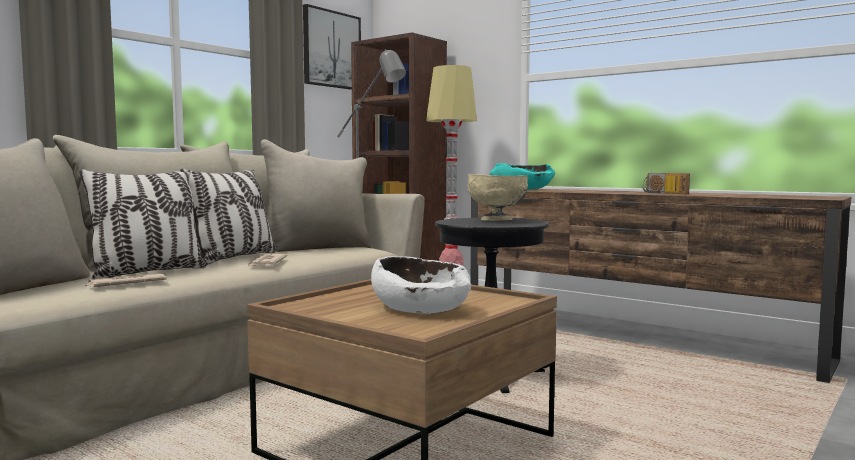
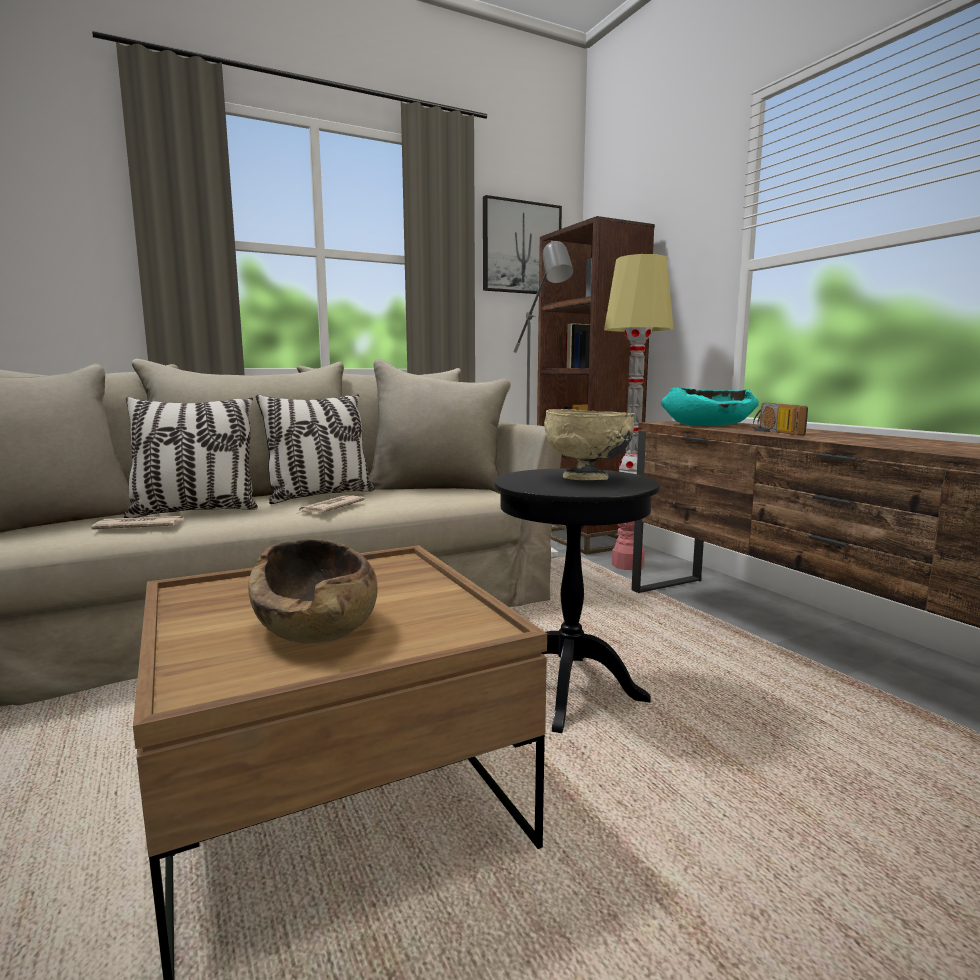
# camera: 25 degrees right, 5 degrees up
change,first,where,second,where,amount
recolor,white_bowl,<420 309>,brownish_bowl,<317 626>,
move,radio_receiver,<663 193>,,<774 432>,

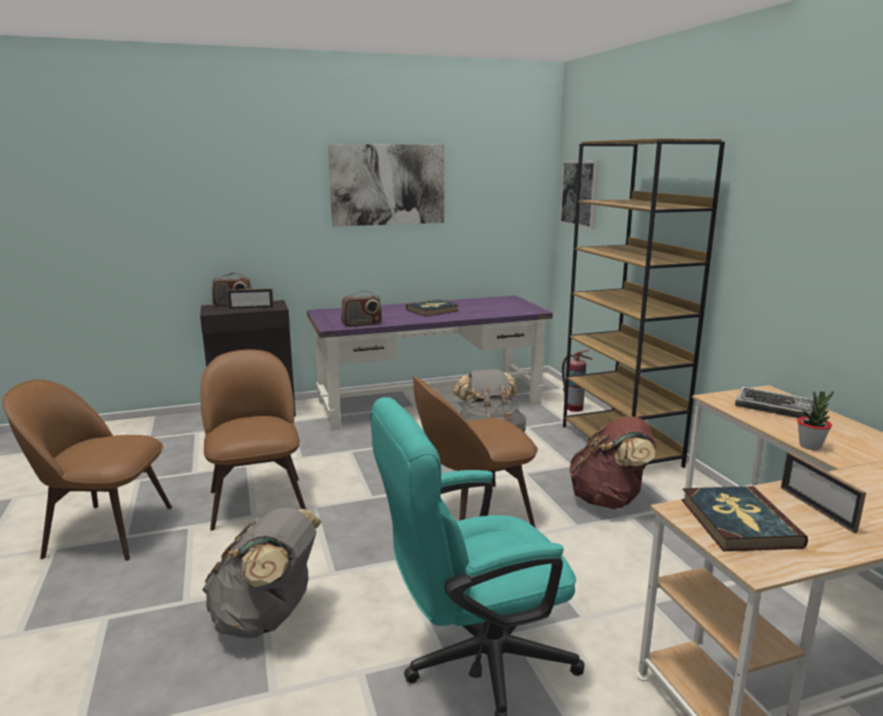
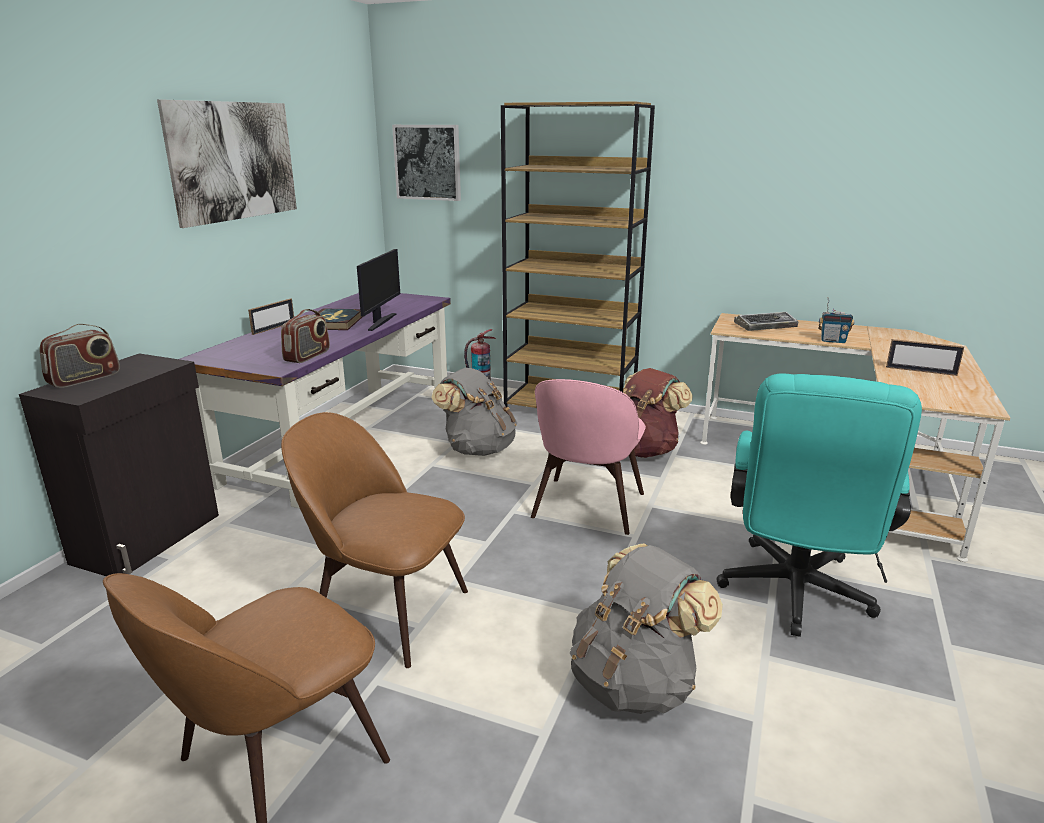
# camera: 50 degrees left, 5 degrees up
change,first,where,second,where,amount
move,picture_frame,<251 309>,,<274 328>,
insert,,,computer_screen,<380 322>,
recolor,brownish_upright_chair,<473 513>,pink_upright_chair,<587 508>,
replace,plant_in_a_pot,<810 446>,radio_receiver,<833 341>,
delete,book,<738 522>,,,

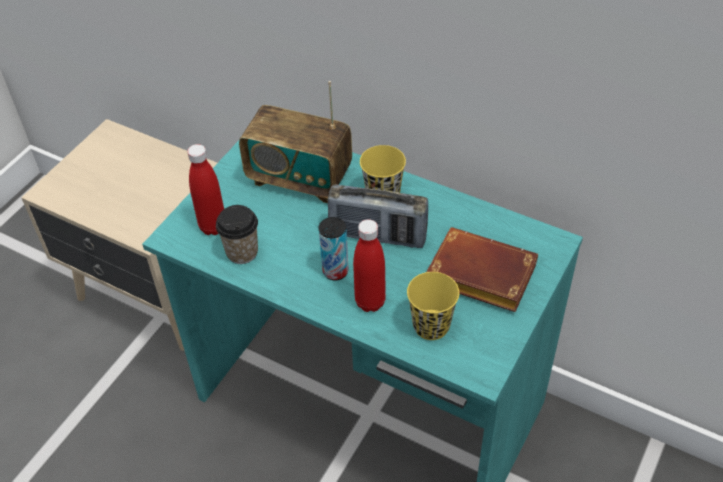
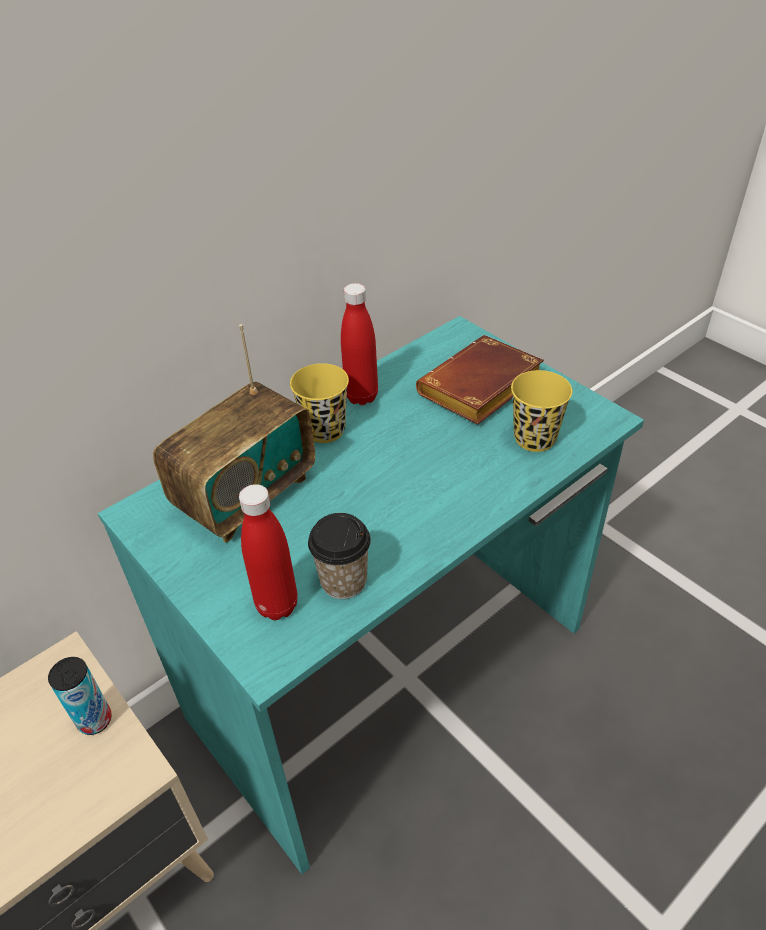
# camera: 70 degrees left, 5 degrees down
change,first,where,second,where,amount
move,can,<335 271>,,<95 720>,
move,red_drink_bottle,<370 302>,,<361 397>,
delete,radio_receiver,<378 236>,,,

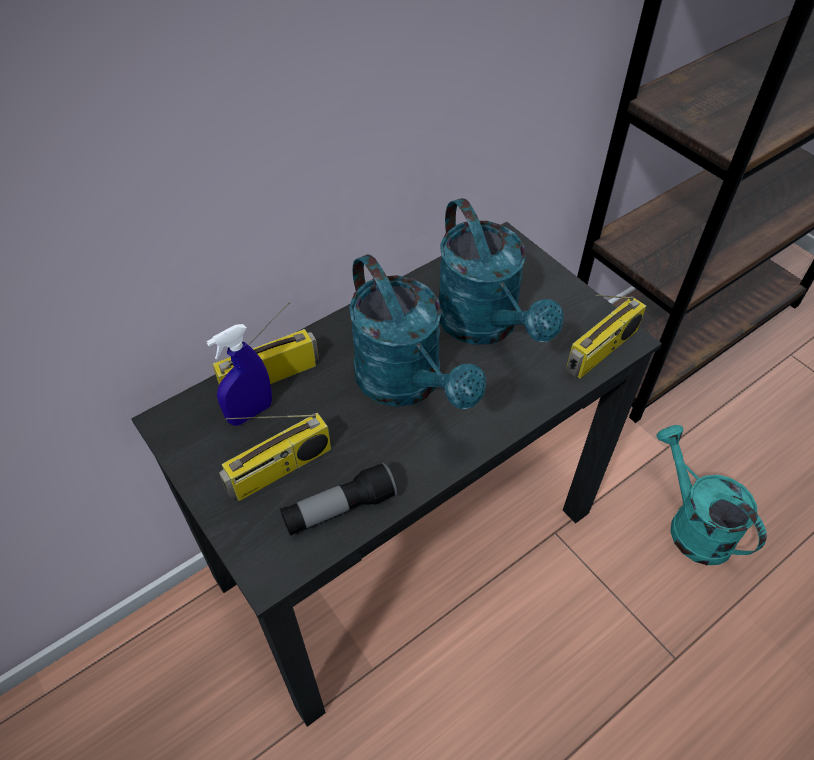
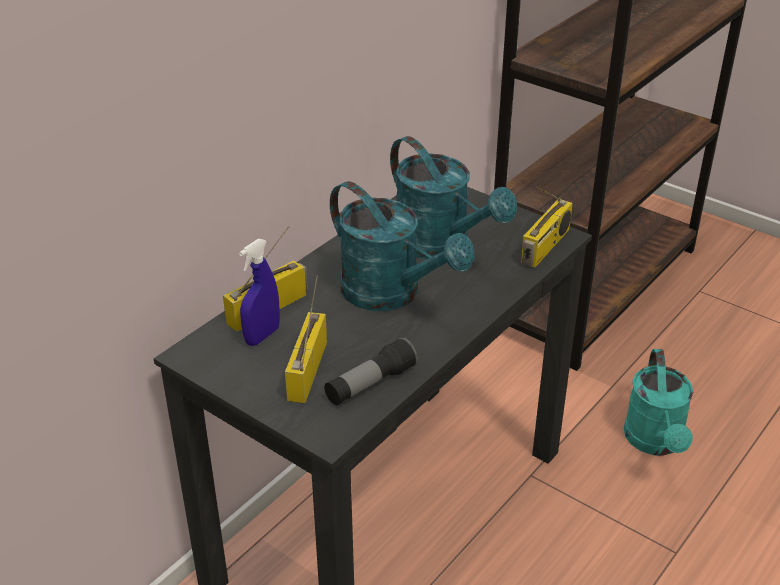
# camera: 15 degrees left, 15 degrees down
change,first,where,second,where,amount
rotate,radio_receiver,<279 470>,,<306 369>,150 degrees clockwise
rotate,blue-green_watering_can,<692 524>,,<656 443>,135 degrees counterclockwise

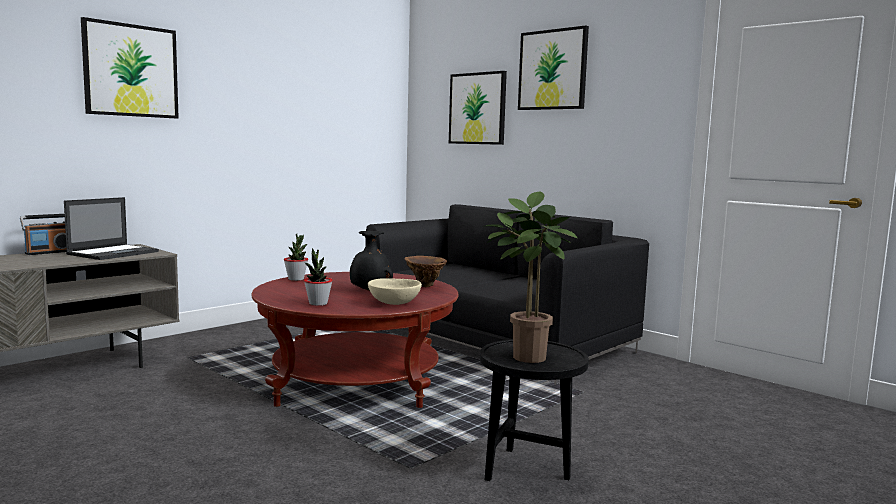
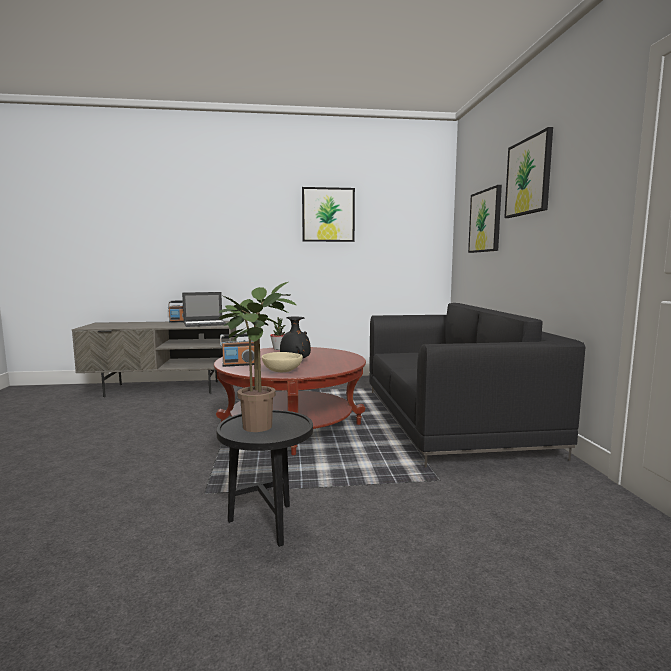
# camera: 40 degrees right, 0 degrees up
change,first,where,second,where,amount
replace,plant_in_a_pot,<318 303>,radio_receiver,<240 364>,
move,picture,<131 70>,,<328 215>,
delete,brownish_decorative_vase,<424 286>,,,

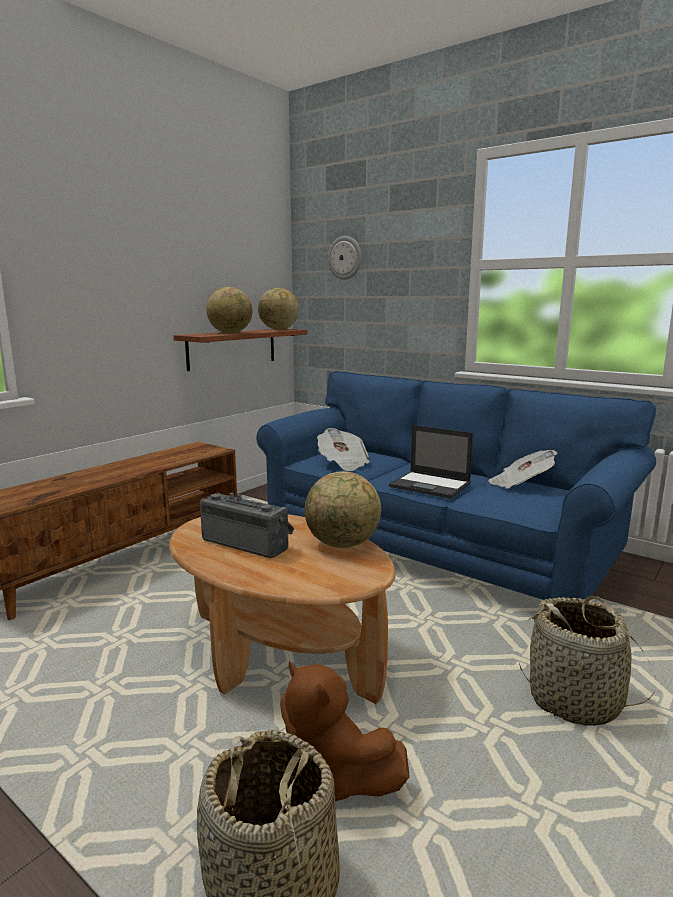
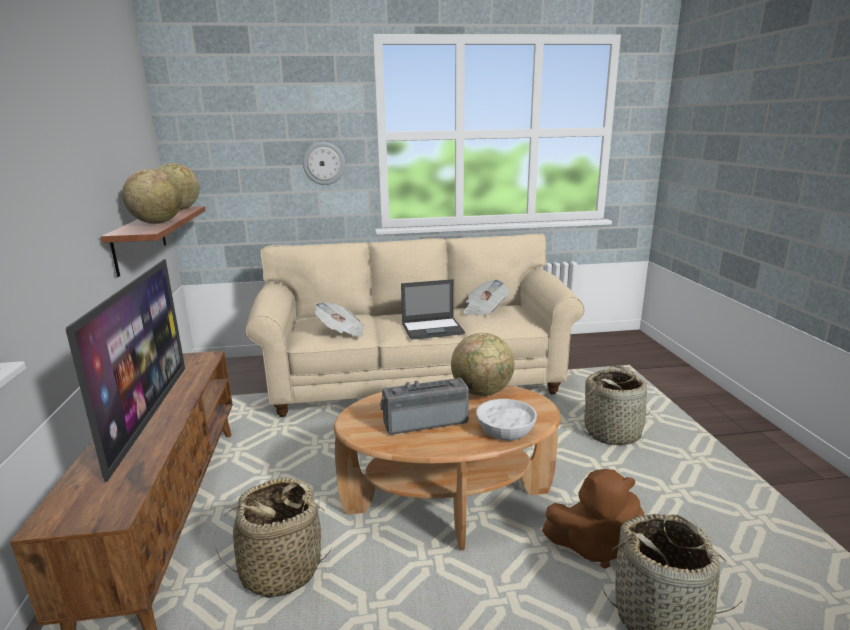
# camera: 45 degrees left, 5 degrees up
change,first,where,second,where,amount
insert,,,television,<148 415>,
insert,,,basket,<280 569>,
recolor,blue-coloured_settee,<435 548>,beige_settee,<415 379>,
move,hanging_clock,<345 258>,,<324 163>,
insert,,,white_bowl,<505 429>,

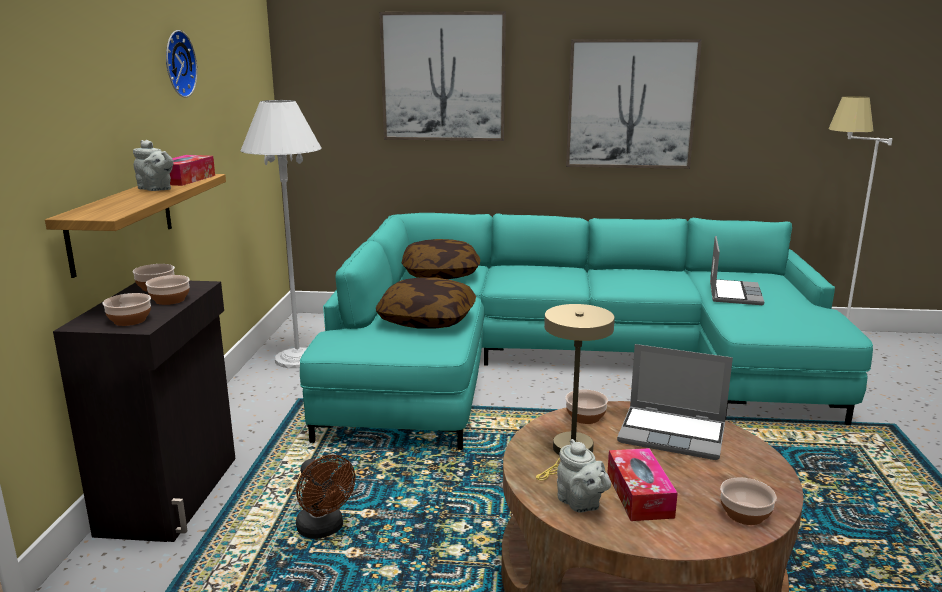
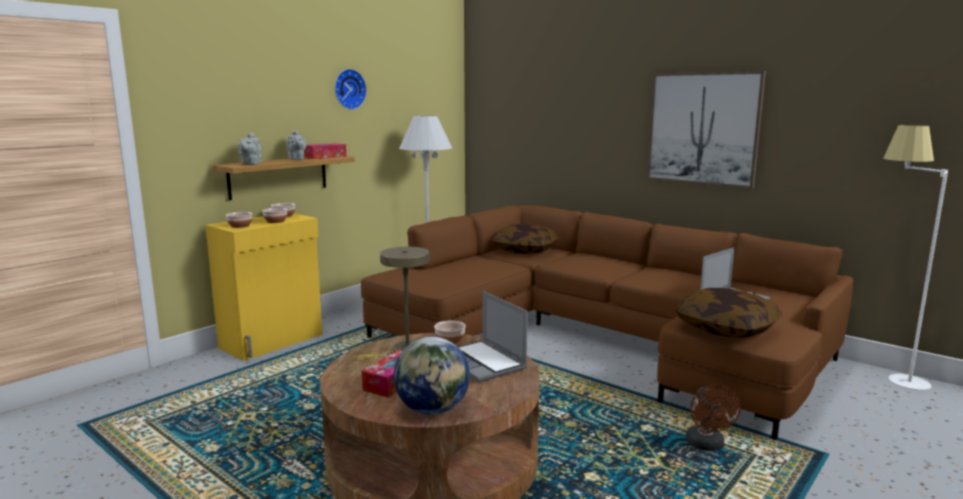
# camera: 35 degrees right, 5 degrees down
change,first,where,second,where,amount
recolor,black-coloured_cabinet,<173 494>,yellow_cabinet,<273 341>,
move,greyish_tea_pot,<581 504>,,<251 163>,
recolor,blue-green_settee,<565 364>,brownish_settee,<596 338>,
replace,bowl,<745 514>,globe,<433 410>,
move,pillow,<427 319>,,<726 328>,
move,brownish_fan,<324 530>,,<707 446>,
delete,picture,<443 77>,,,

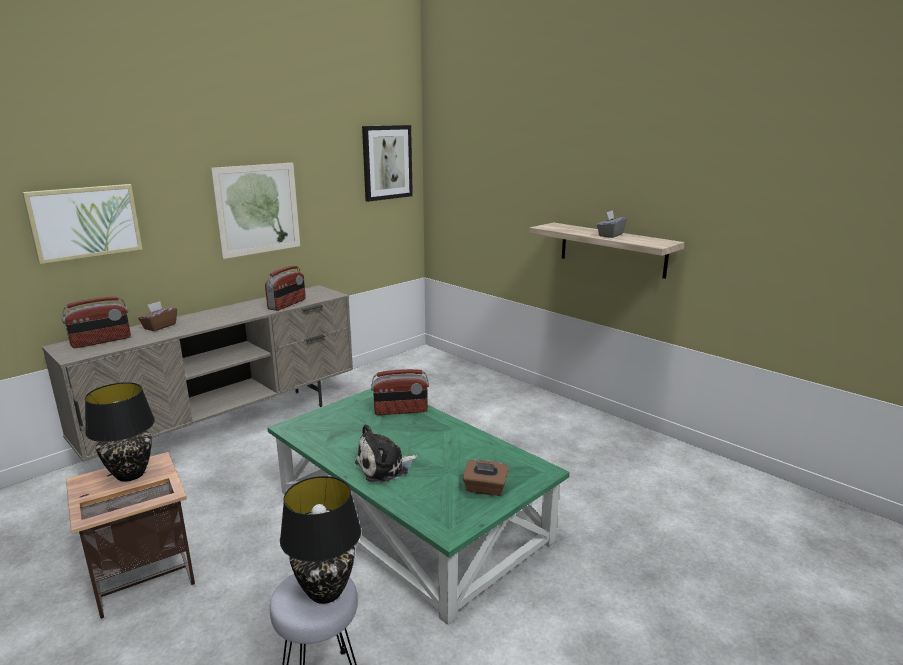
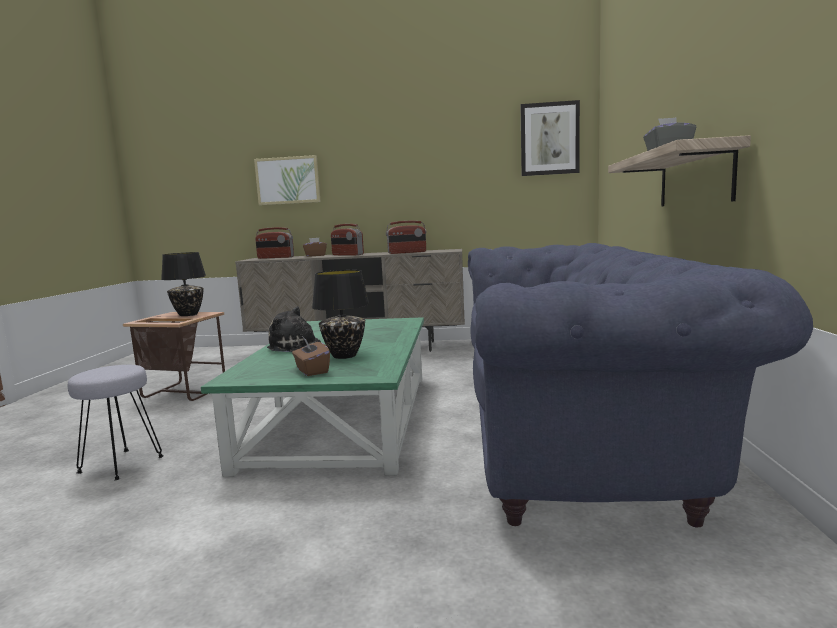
# camera: 50 degrees right, 10 degrees down
change,first,where,second,where,amount
move,black-coloured_tabletop_lamp,<325 593>,,<344 356>,
move,radio_receiver,<401 411>,,<347 255>,
insert,,,blue-coloured_settee,<576 420>,
delete,picture,<258 209>,,,

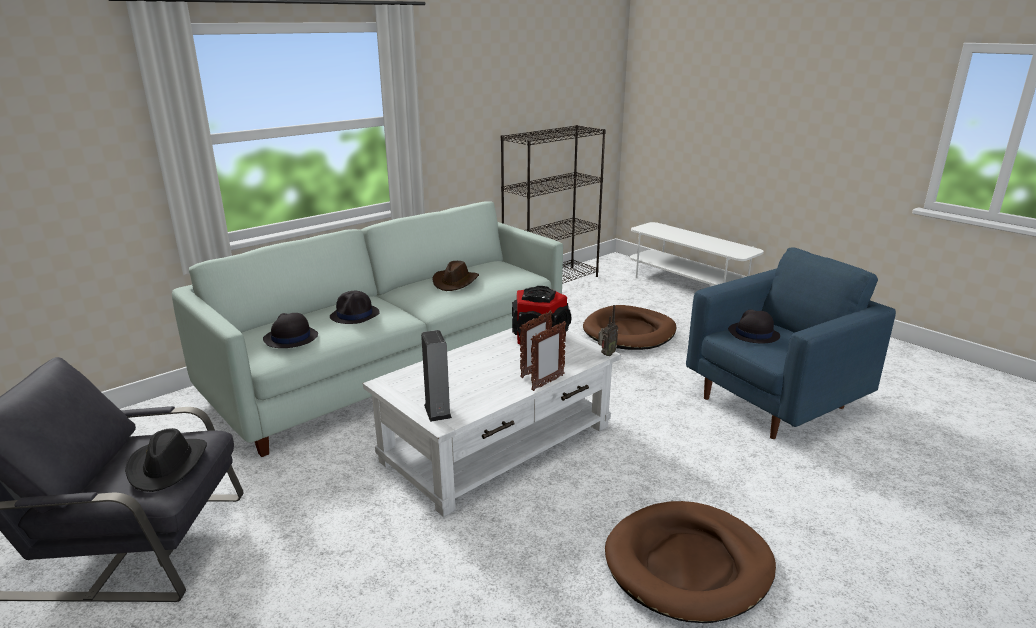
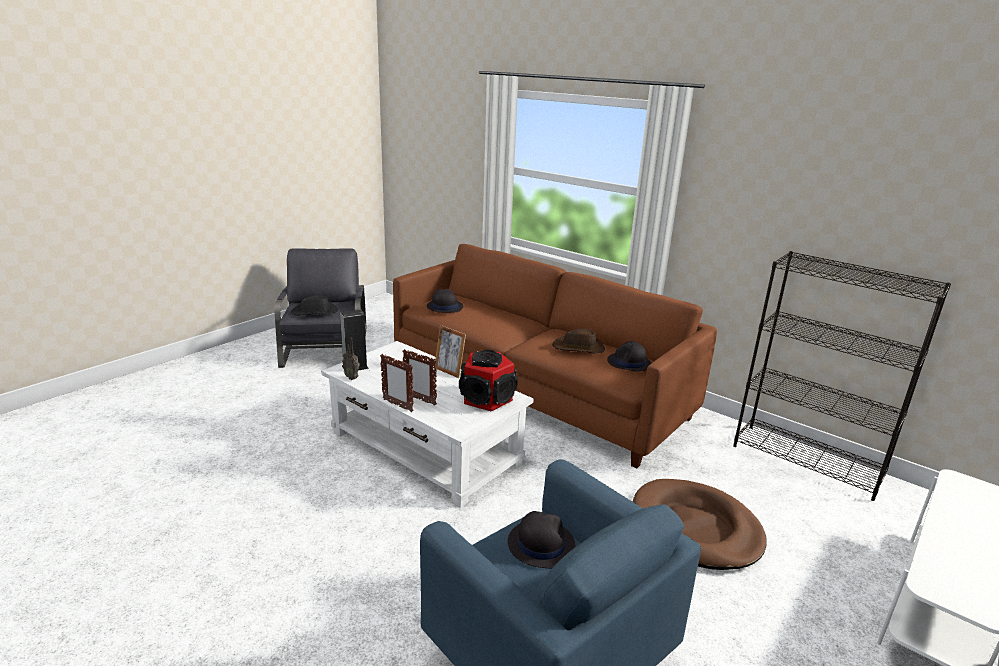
# camera: 80 degrees right, 0 degrees up
change,first,where,second,where,amount
move,radio_receiver,<606 354>,,<352 377>,
recolor,white_settee,<394 366>,brownish_settee,<537 389>,
insert,,,picture_frame,<449 371>,
move,black-coloured_wearable_hat,<355 315>,,<629 363>,
delete,brownish_pet_bed,<688 565>,,,

